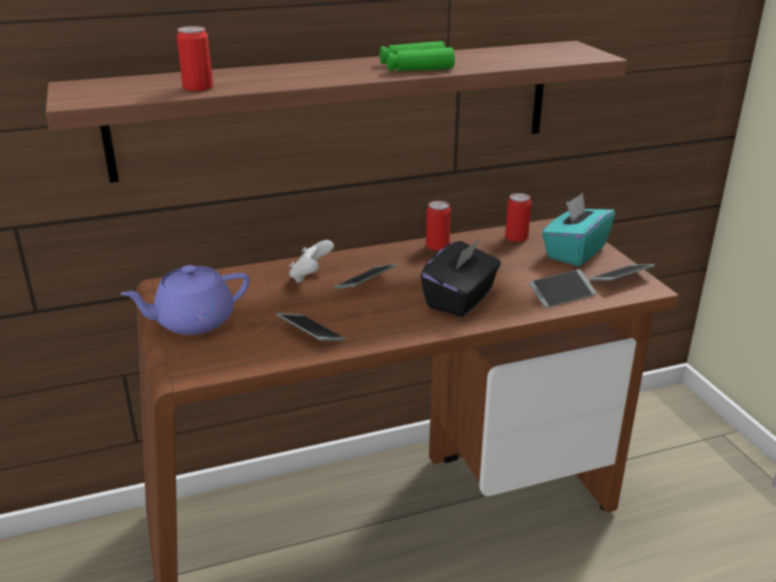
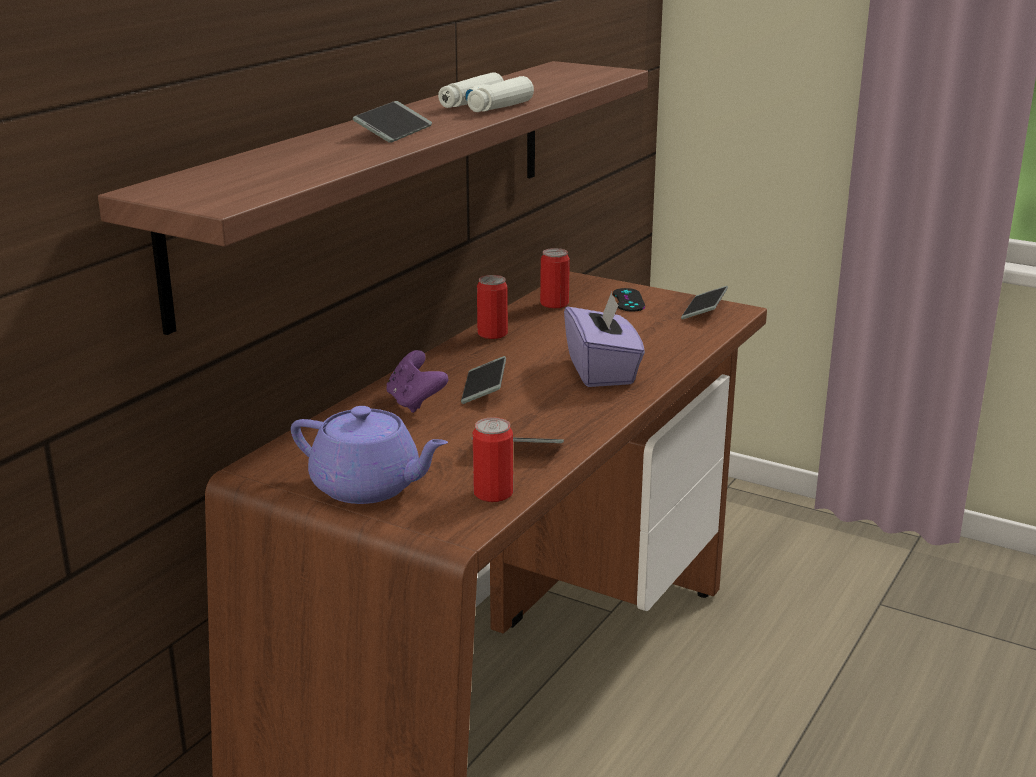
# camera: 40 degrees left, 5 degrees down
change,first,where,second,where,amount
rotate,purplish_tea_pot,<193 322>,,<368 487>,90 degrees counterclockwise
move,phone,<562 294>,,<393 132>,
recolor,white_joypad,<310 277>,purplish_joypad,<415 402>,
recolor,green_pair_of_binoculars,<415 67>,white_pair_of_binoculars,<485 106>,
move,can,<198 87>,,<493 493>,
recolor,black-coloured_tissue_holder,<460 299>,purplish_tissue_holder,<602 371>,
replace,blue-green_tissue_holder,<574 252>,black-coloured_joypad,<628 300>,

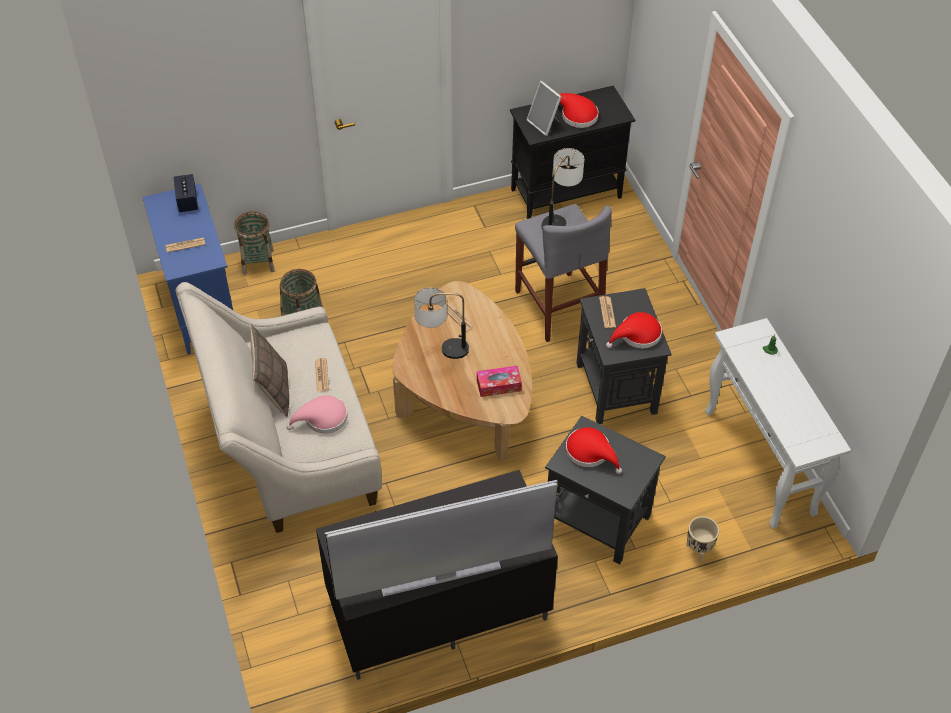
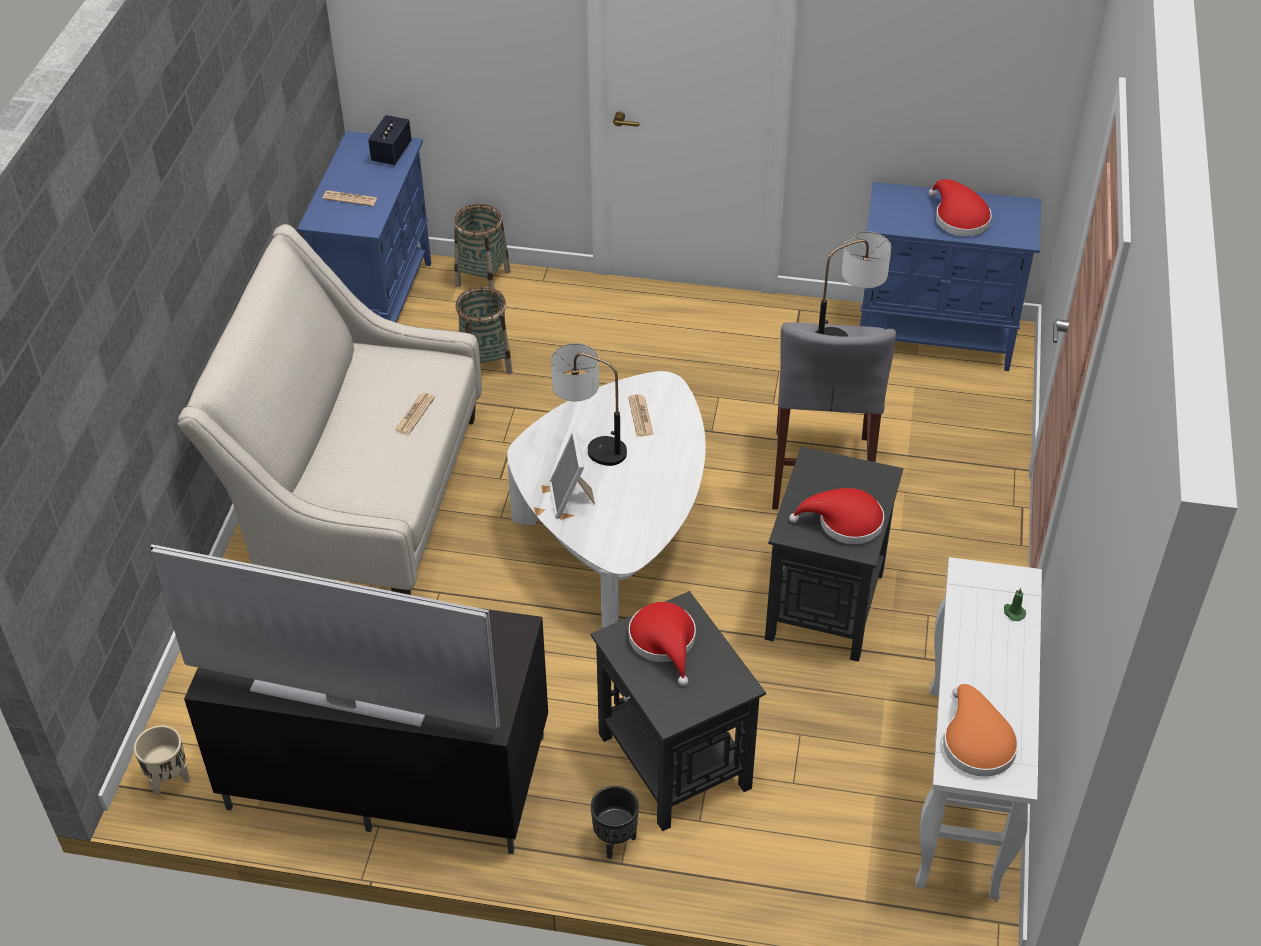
# camera: 30 degrees right, 5 degrees down
change,first,where,second,where,amount
move,beige_flower_pot,<698 550>,,<169 779>,
recolor,brownish_low_table,<465 395>,white_low_table,<616 530>,
move,picture_frame,<544 124>,,<571 499>,
insert,,,black-coloured_flower_pot,<614 842>,
recolor,black-coloured_cabinet,<567 193>,blue-coloured_cabinet,<936 338>,
insert,,,orange_wearable_hat,<976 742>,
delete,pillow,<273 391>,,,
delete,pink_wearable_hat,<322 419>,,,
delete,tissue_holder,<498 385>,,,
delete,newspaper,<607 312>,,,

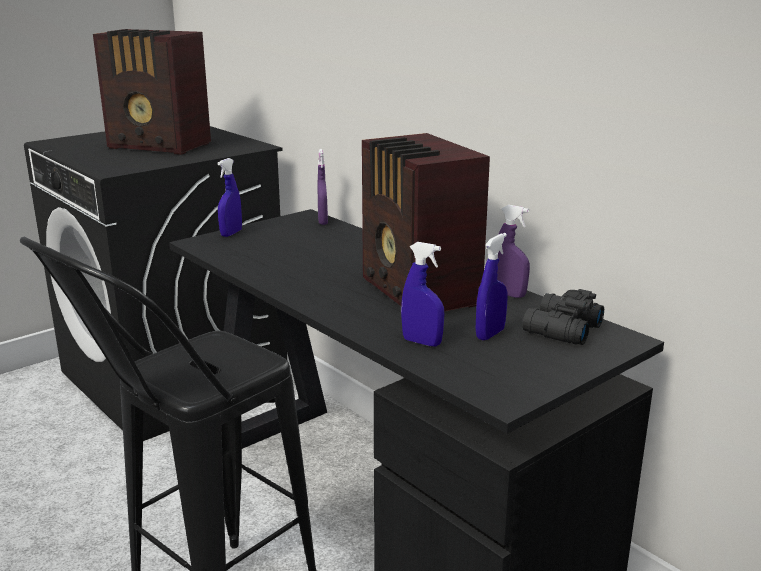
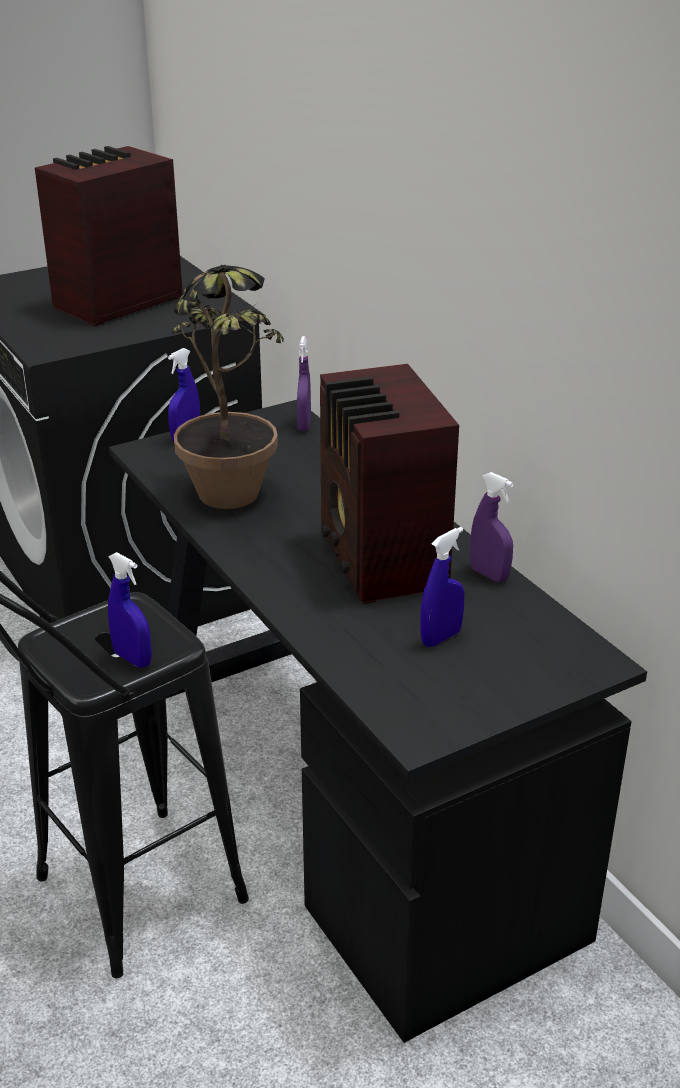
# camera: 10 degrees right, 10 degrees up
change,first,where,second,where,amount
rotate,radio_receiver,<160 146>,,<114 303>,105 degrees clockwise
move,blue-coloured_sprayer,<421 342>,,<132 658>,
insert,,,plant_in_a_pot,<231 505>,
delete,black-coloured_pair_of_binoculars,<560 329>,,,

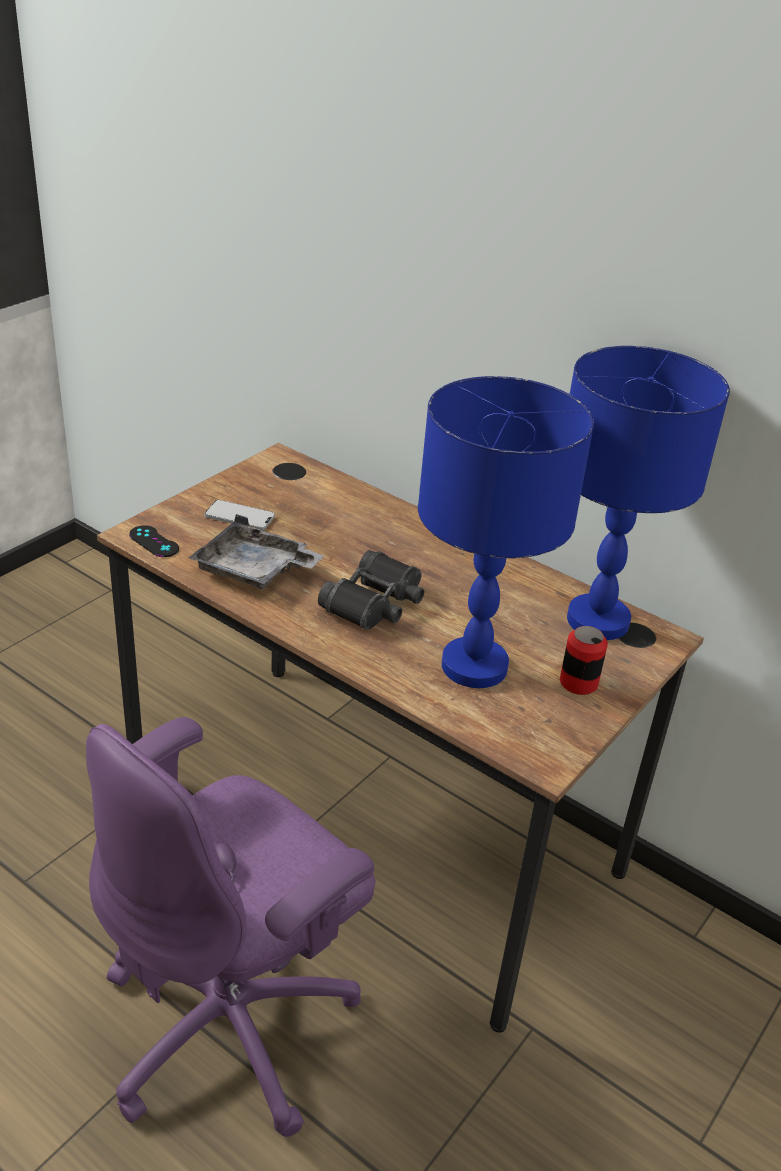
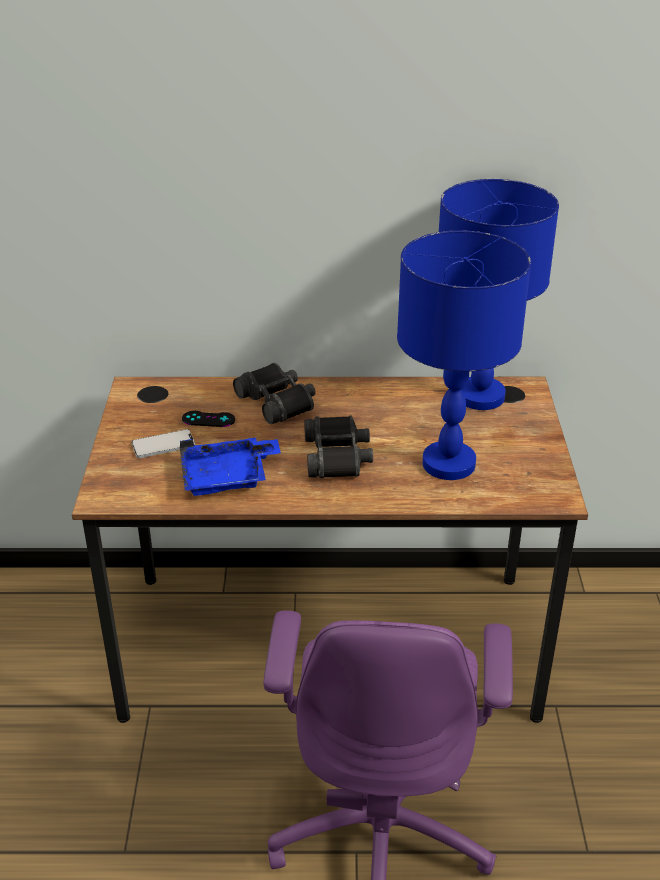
# camera: 35 degrees left, 0 degrees up
change,first,where,second,where,amount
recolor,greyish_serving_tray,<254 570>,blue-coloured_serving_tray,<227 477>,
move,black-coloured_joypad,<154 542>,,<208 419>,
insert,,,black-coloured_pair_of_binoculars,<277 401>,
delete,can,<578 683>,,,

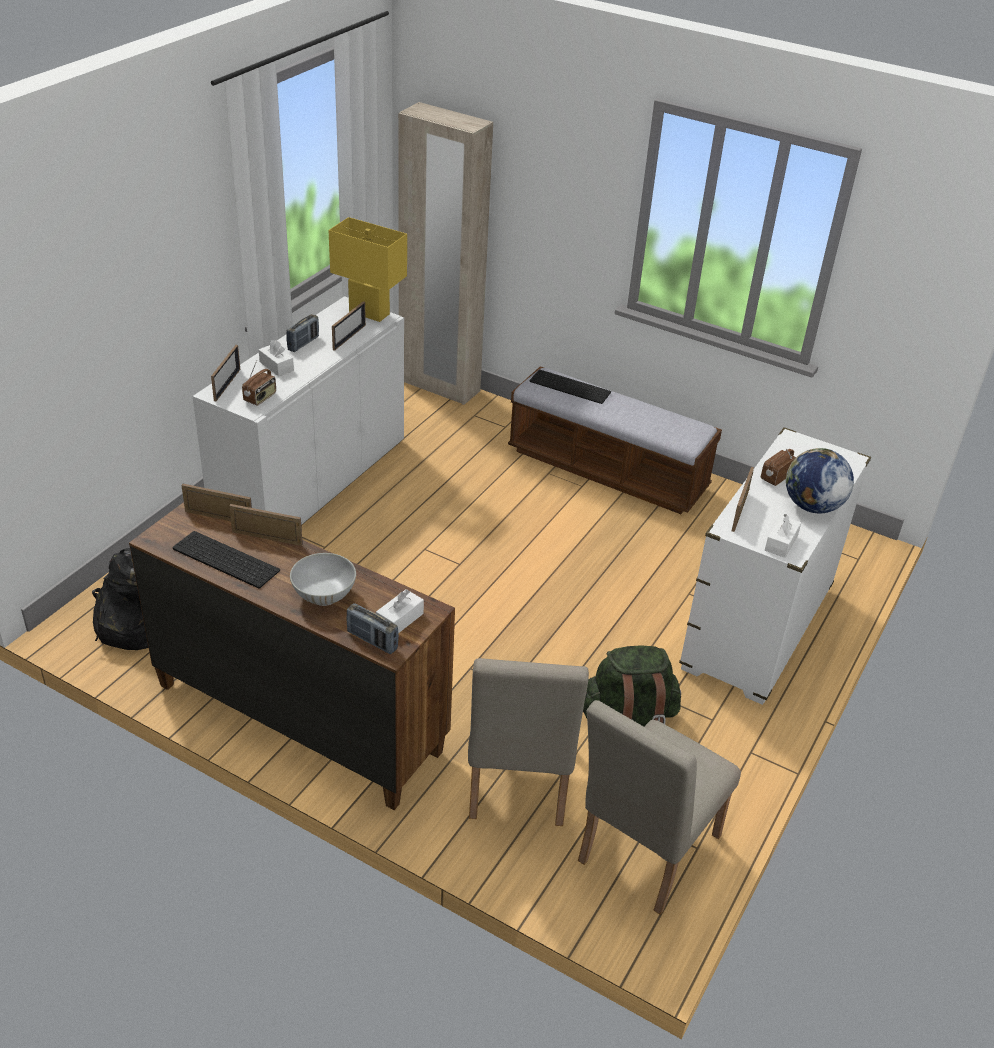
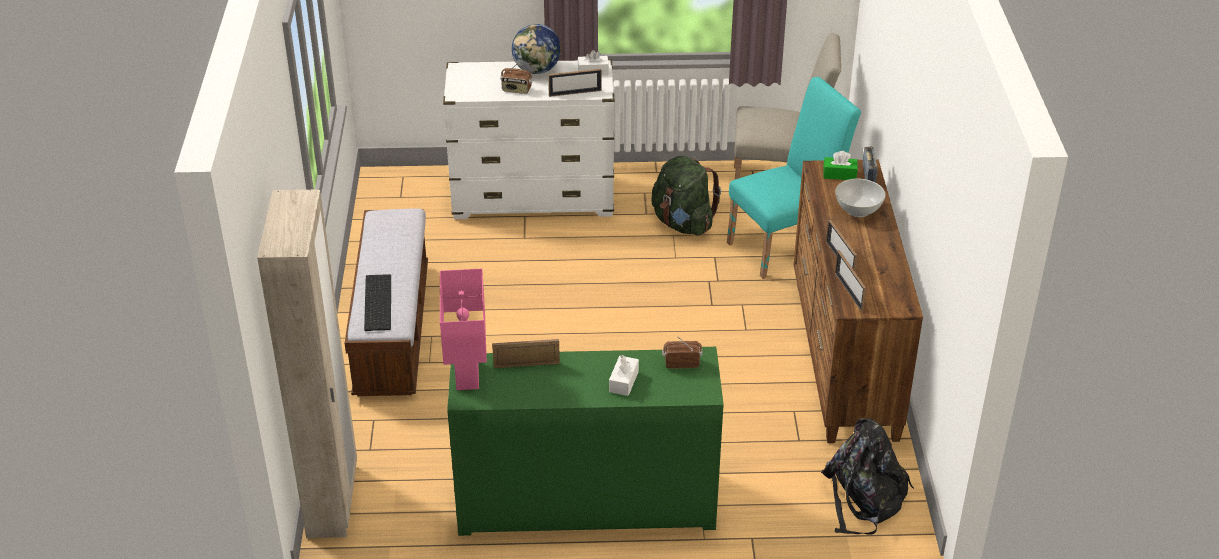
# camera: 120 degrees left, 0 degrees up
change,first,where,second,where,amount
recolor,yellow_tabletop_lamp,<369 313>,pink_tabletop_lamp,<467 375>,
recolor,white_cabinet,<311 482>,green_cabinet,<586 502>,
recolor,beige_upright_chair,<516 786>,blue-green_upright_chair,<786 246>,
recolor,white_tissue_holder,<399 620>,green_tissue_holder,<839 174>,
delete,PC_keyboard,<223 560>,,,
delete,picture_frame,<227 385>,,,
delete,radio_receiver,<303 343>,,,

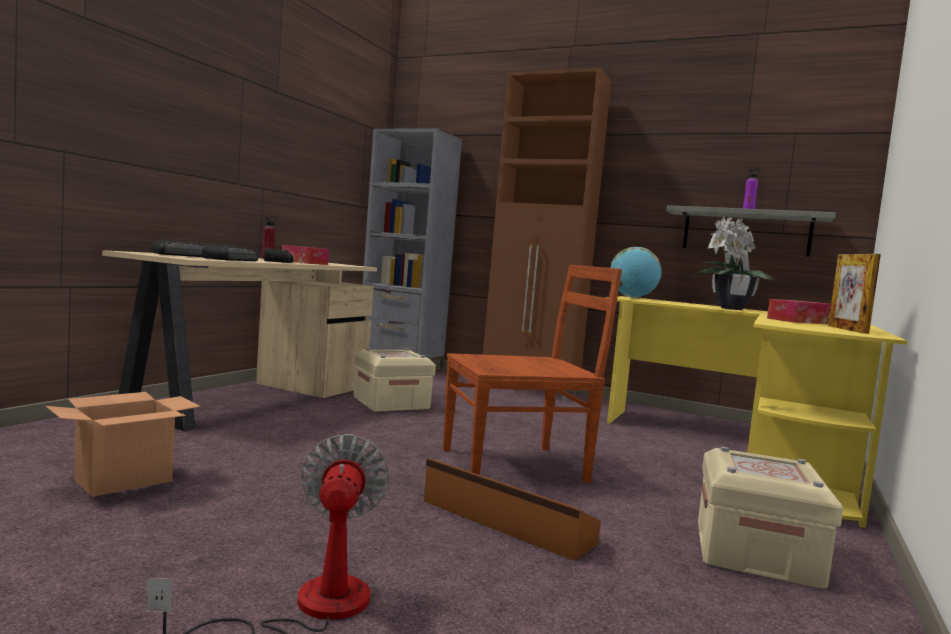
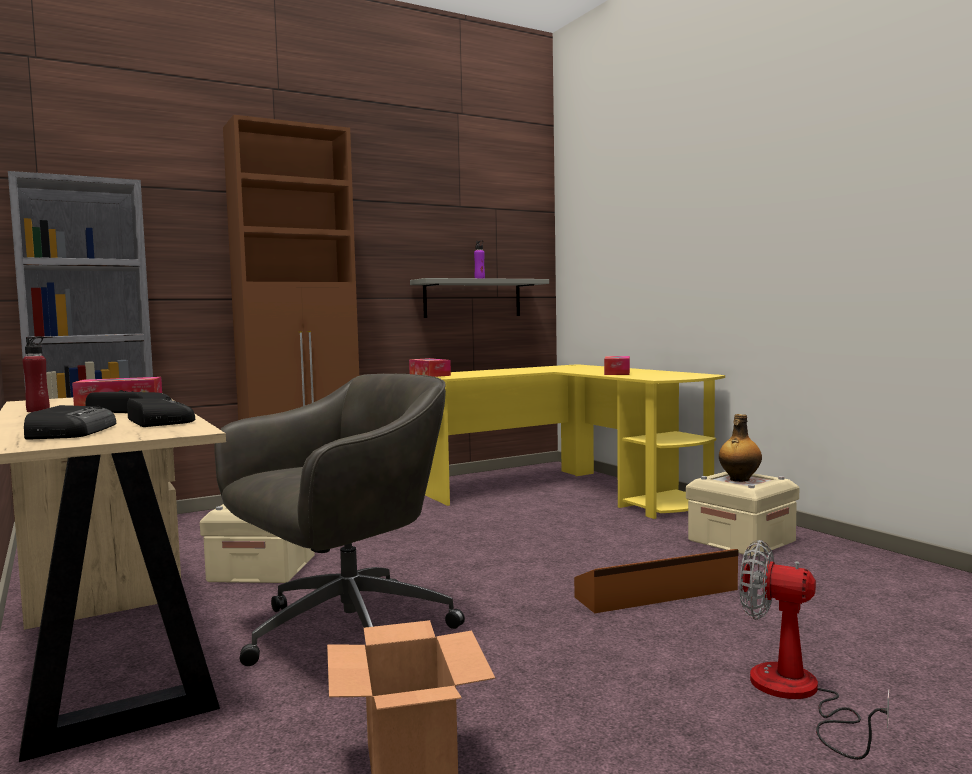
# camera: 55 degrees left, 0 degrees up
change,first,where,second,where,amount
insert,,,greyish_desk_chair,<343 633>,
replace,globe,<632 297>,tissue_holder,<429 375>,
insert,,,drink_bottle,<739 479>,
delete,brownish_upright_chair,<517 465>,,,
delete,plant_in_a_pot,<729 308>,,,
delete,picture_frame,<847 329>,,,

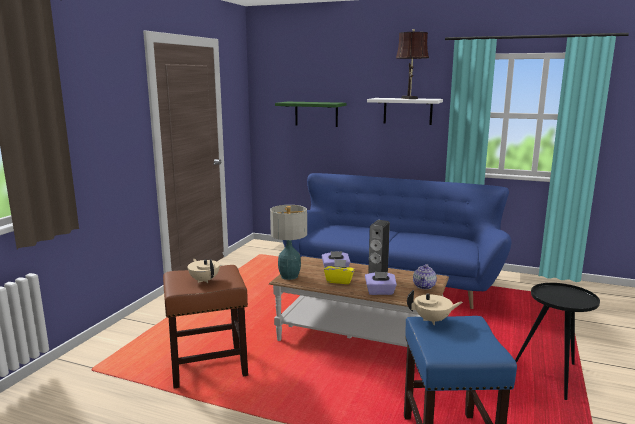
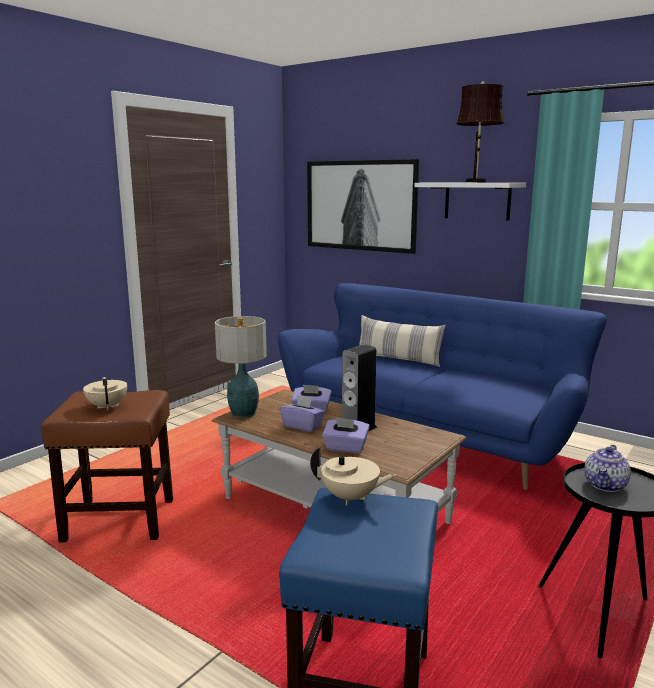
# camera: 15 degrees right, 0 degrees up
change,first,where,second,where,amount
recolor,yellow_tissue_holder,<339 281>,purplish_tissue_holder,<303 426>,
replace,green_bracket_shelf,<316 114>,picture,<361 205>,
insert,,,pillow,<398 359>,
move,tea_pot,<424 286>,,<606 485>,

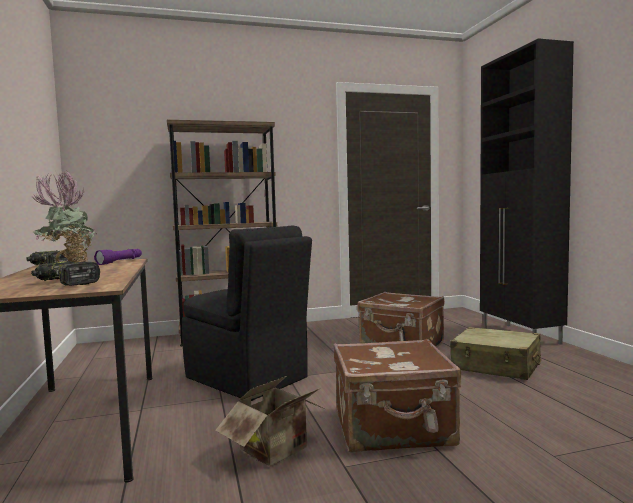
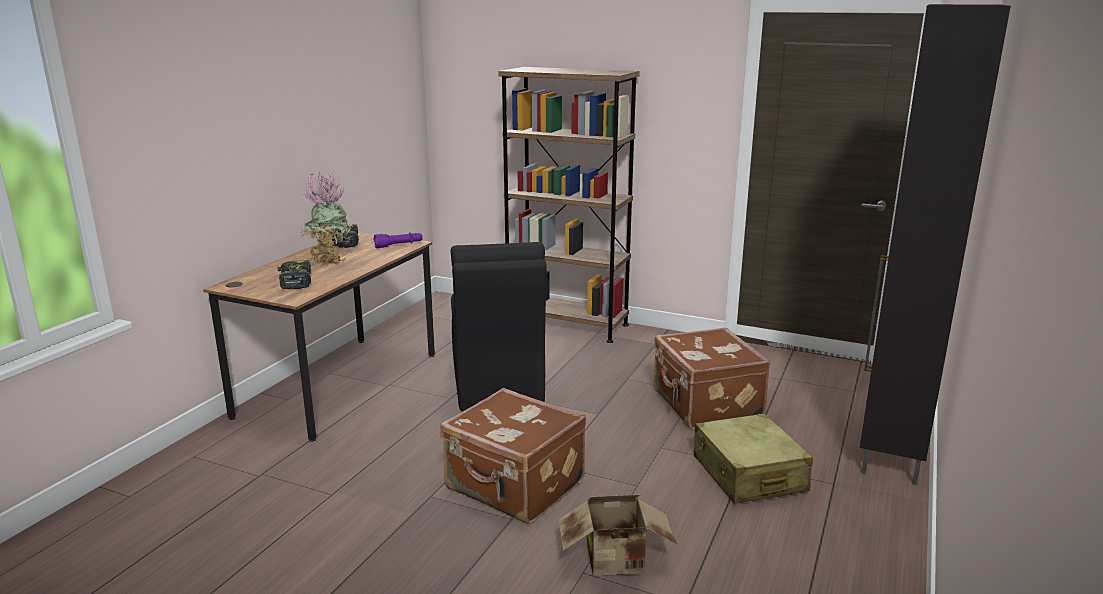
# camera: 40 degrees right, 15 degrees up
change,first,where,second,where,amount
move,cardboard_box,<278 451>,,<617 563>,

